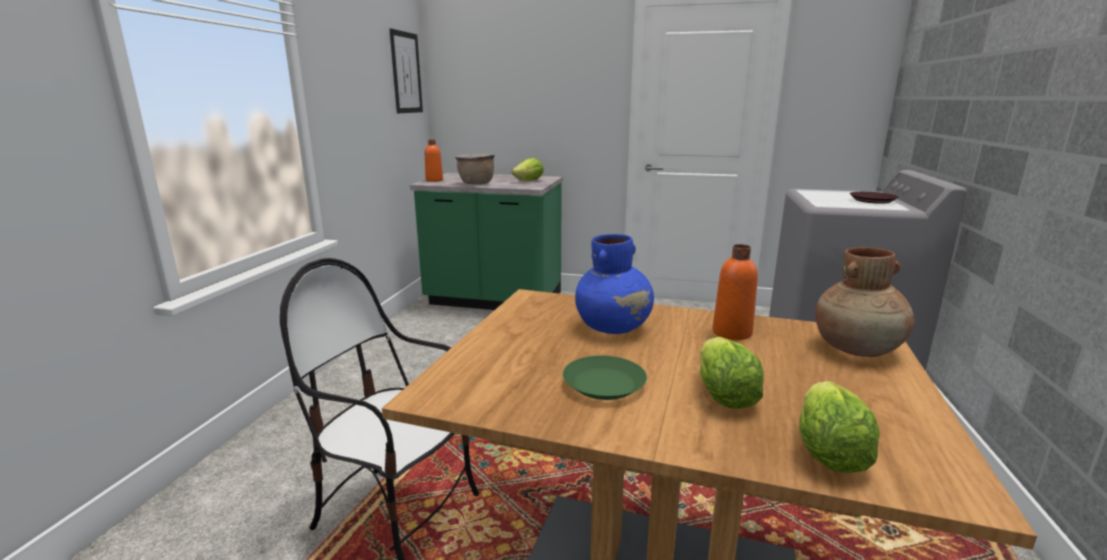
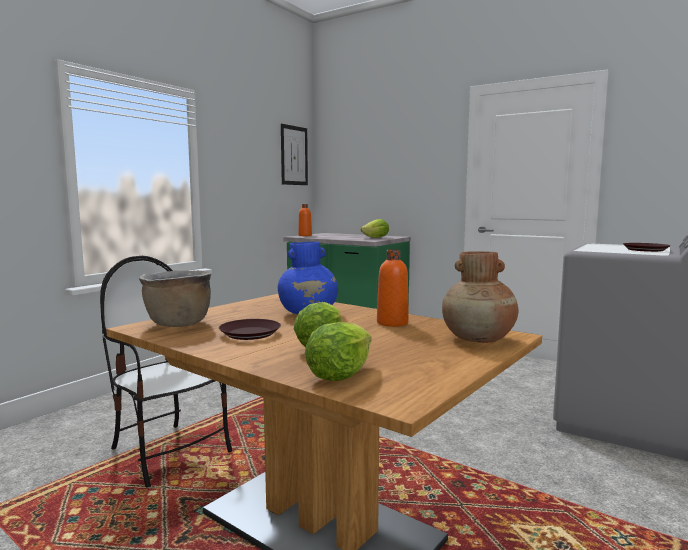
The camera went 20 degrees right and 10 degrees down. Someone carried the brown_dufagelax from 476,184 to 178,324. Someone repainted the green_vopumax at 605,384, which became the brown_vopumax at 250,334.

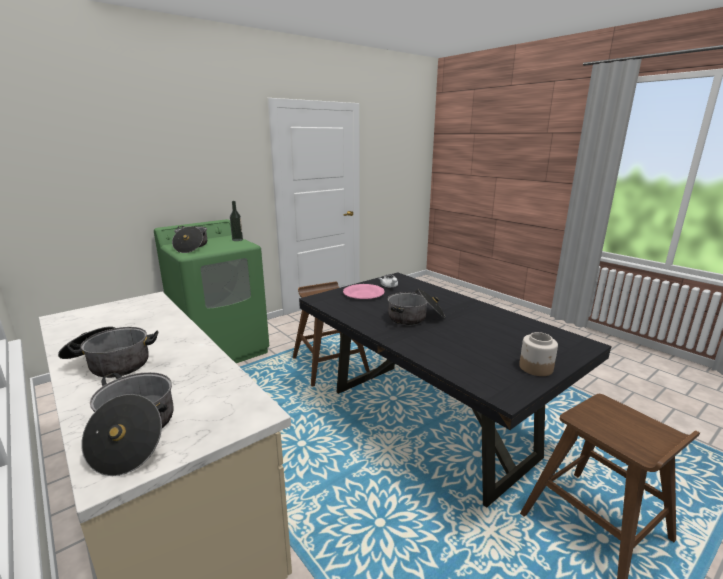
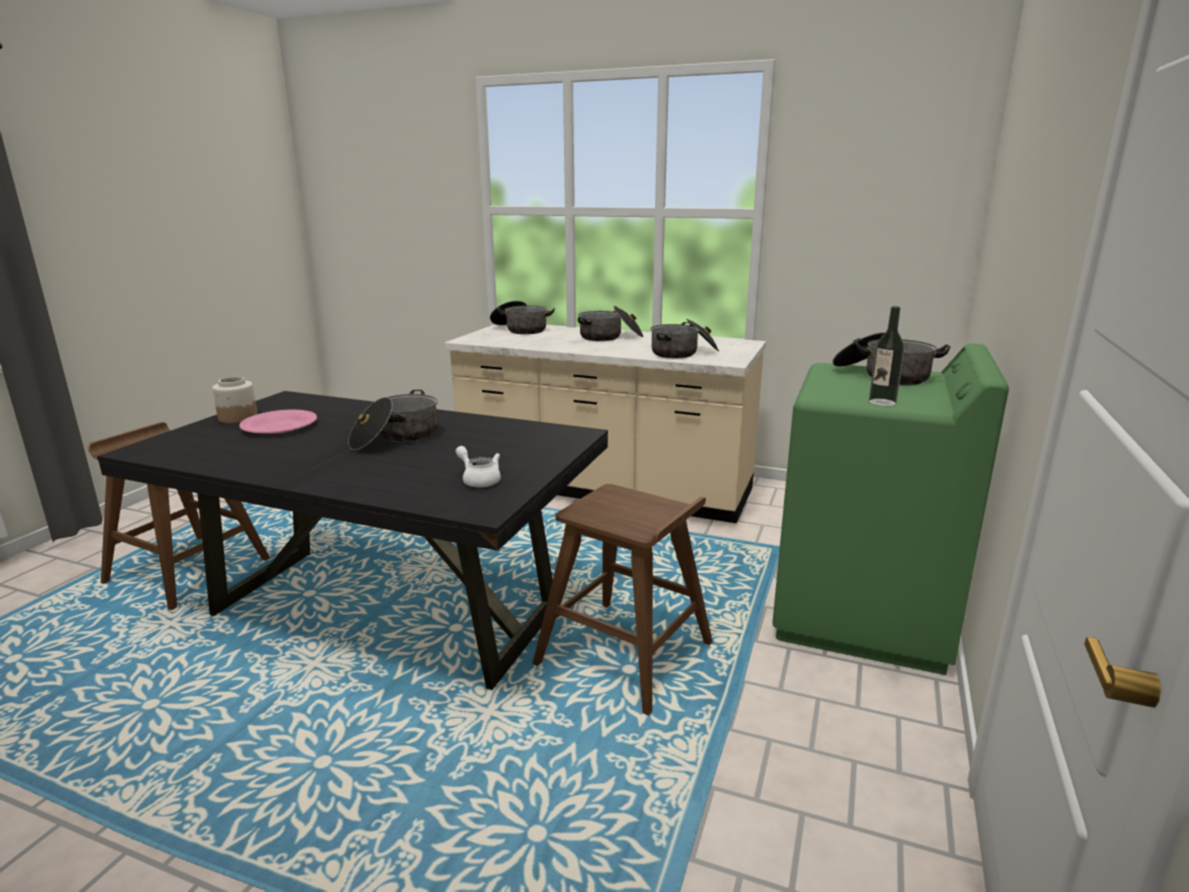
The camera went 150 degrees right and 0 degrees up. Someone carried the pink_vopumax from 364,294 to 279,426. Someone put down the dufagelax at 684,353.

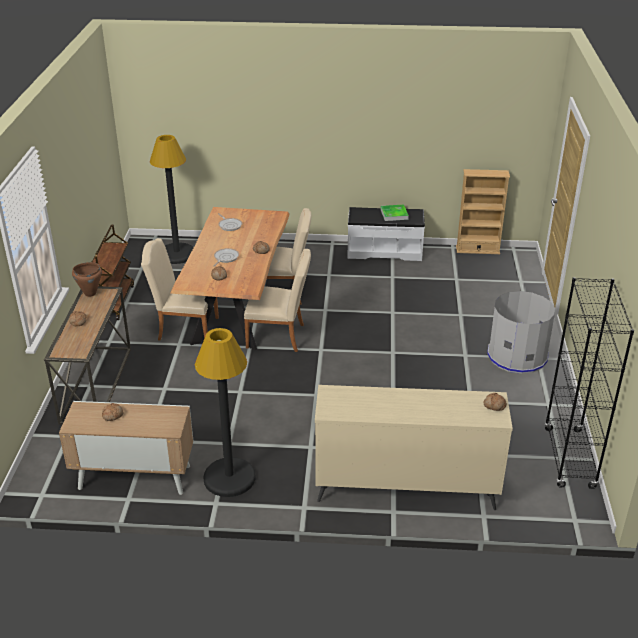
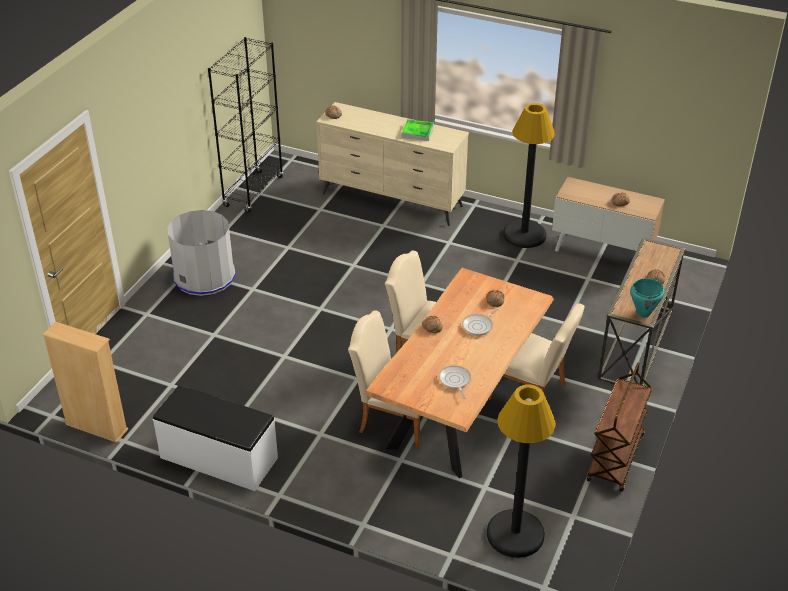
The camera went 160 degrees left and 5 degrees up. Someone carried the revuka from 394,214 to 417,132. Someone repainted the brown_dufagelax at 90,293, which became the turquoise_dufagelax at 643,313.

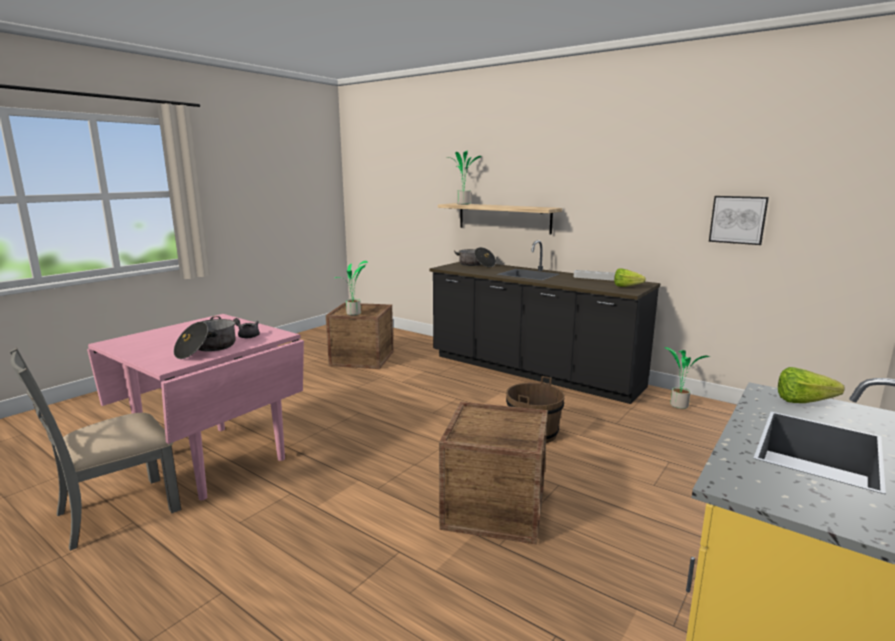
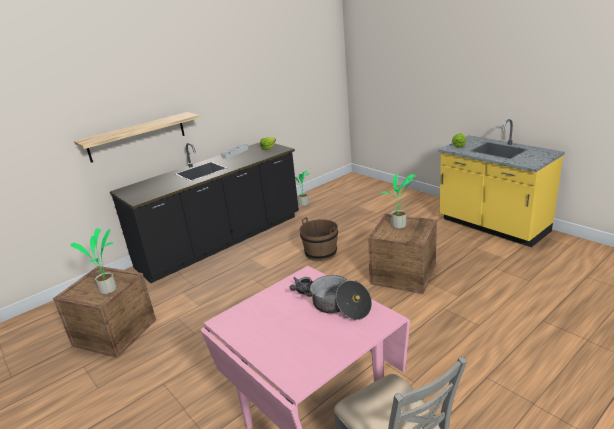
The camera went 75 degrees left and 10 degrees up. Someone carried the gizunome from 462,204 to 399,226. Someone took away the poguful at 738,219. Someone took away the dufagelax at 476,264.

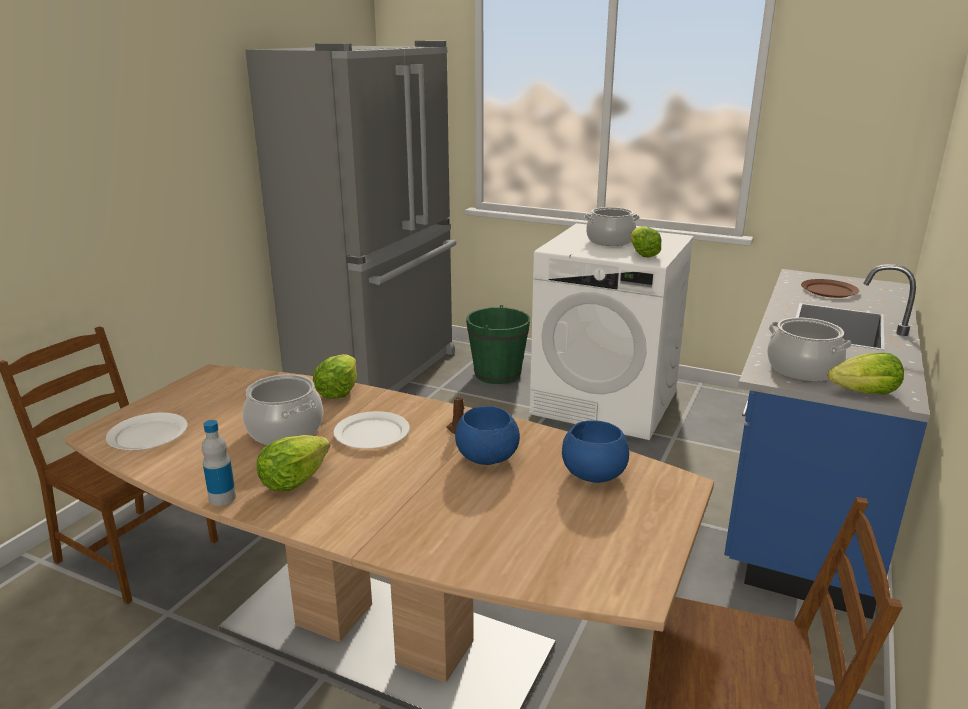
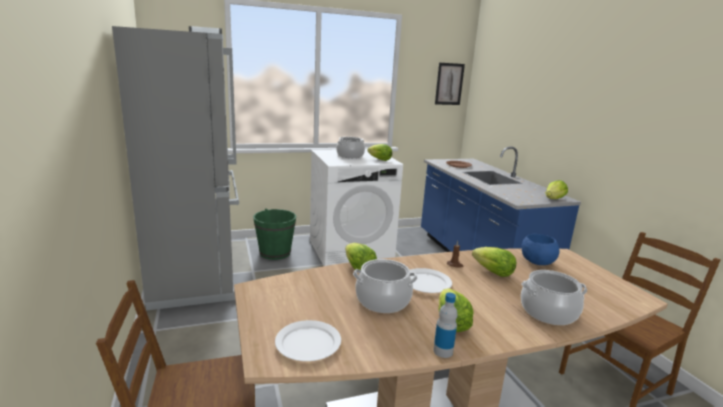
The camera went 45 degrees left and 5 degrees down. Someone carried the dufagelax from 802,369 to 548,312. Someone swapped the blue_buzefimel at 486,458 for the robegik at 493,272. Someone put up the poguful at 449,84.

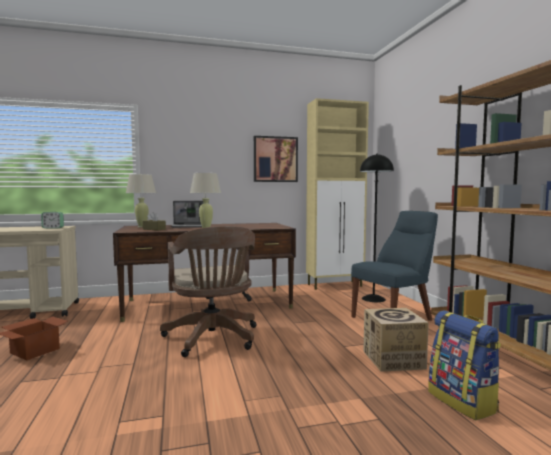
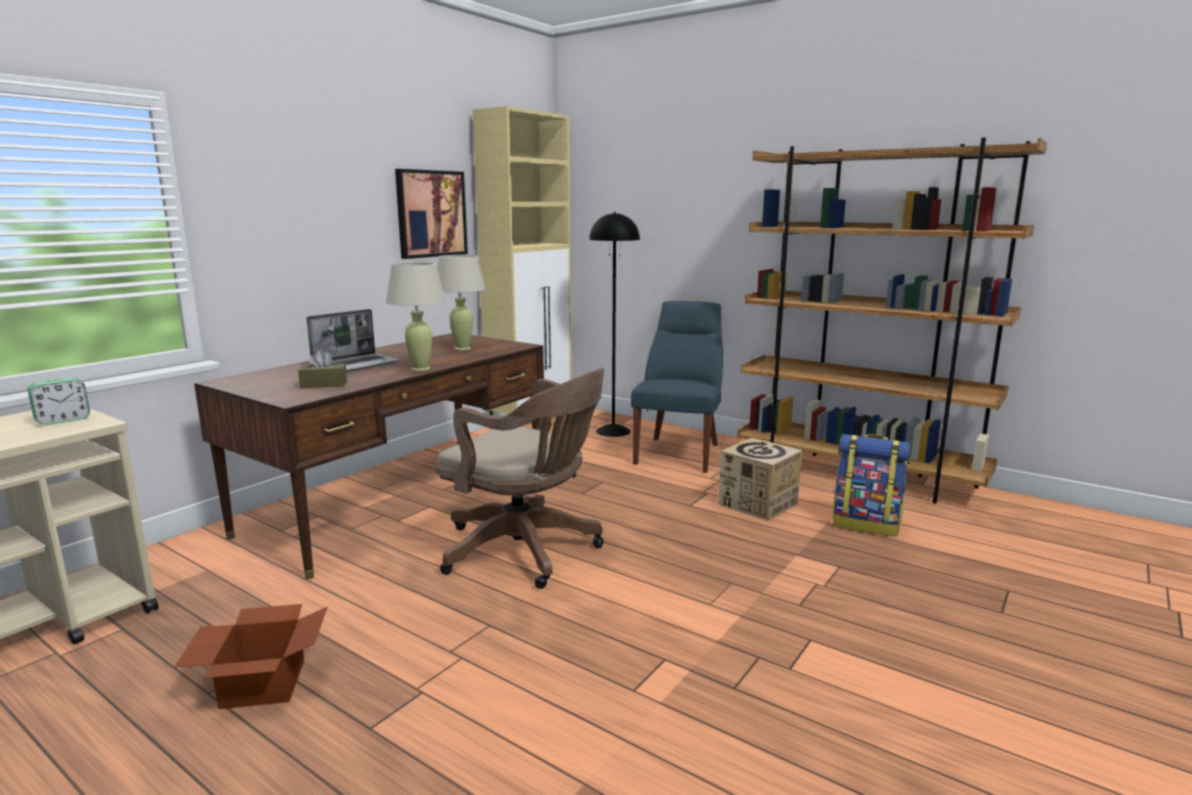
The camera went 40 degrees left and 10 degrees up. Someone carried the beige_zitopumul from 142,227 to 463,348.

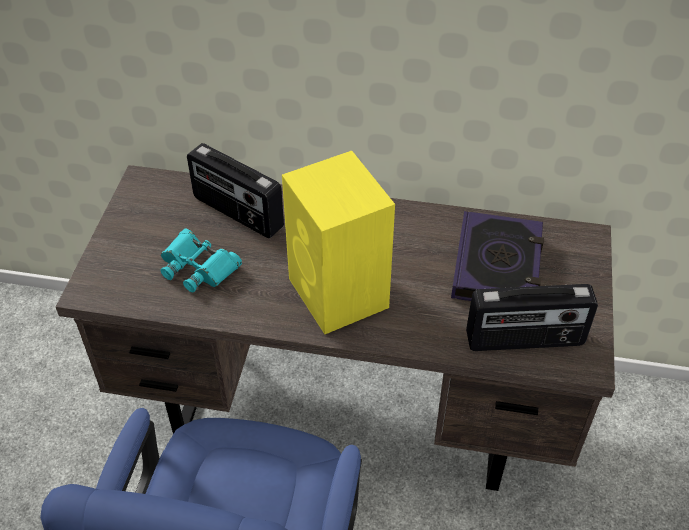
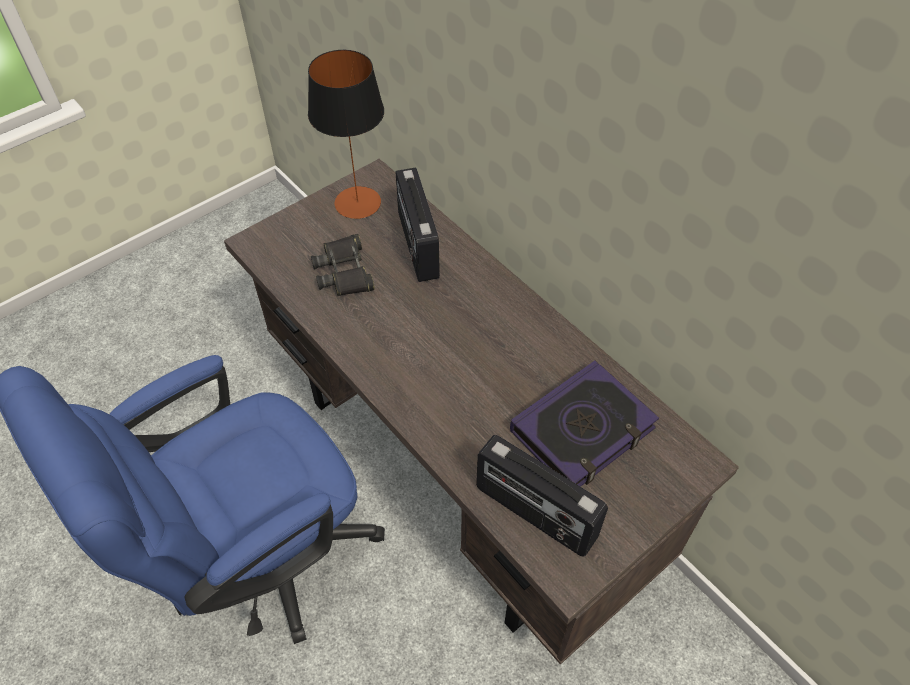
The camera went 40 degrees right and 5 degrees up. Someone took away the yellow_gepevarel at 339,295. Someone repainted the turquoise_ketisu at 198,267, which became the black_ketisu at 344,272. Someone put down the zitopumul at 357,203.

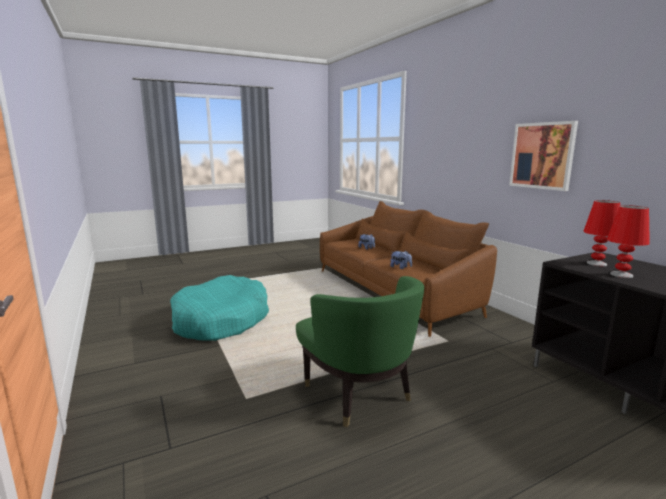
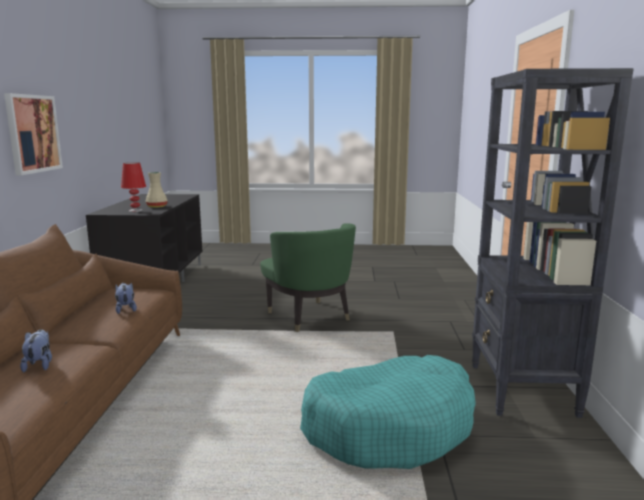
The camera went 150 degrees left and 0 degrees up. Someone swapped the red_zitopumul at 621,275 for the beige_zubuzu at 157,207. Someone rotated the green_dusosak at 358,394 by 150 degrees clockwise. Someone put down the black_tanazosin at 522,390.

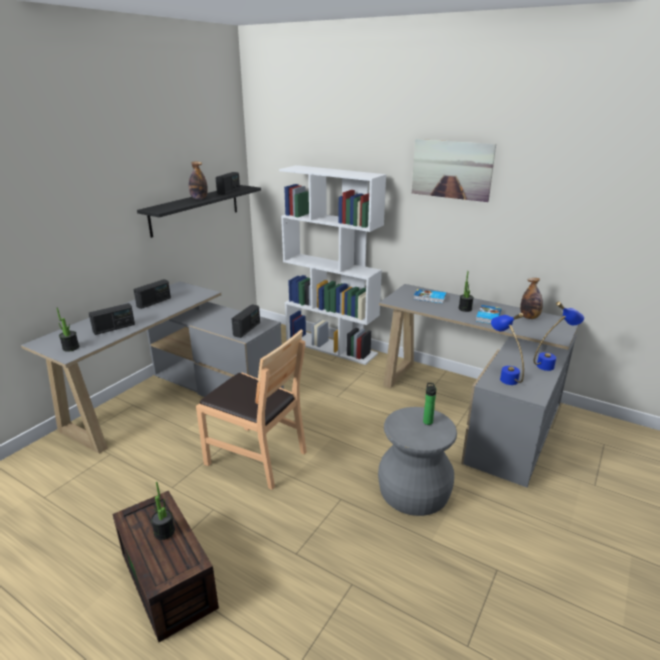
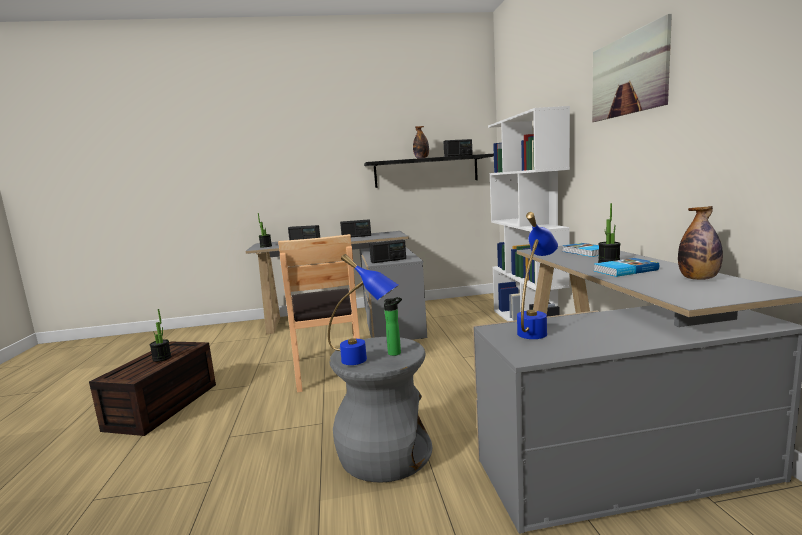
The camera went 50 degrees right and 15 degrees down. Someone carried the blue_zitopumul from 551,364 to 365,361.

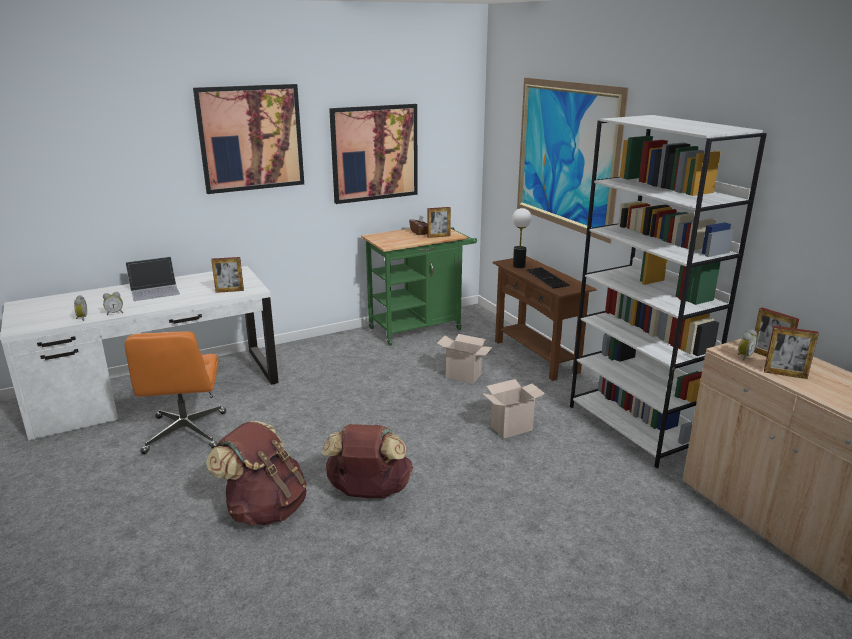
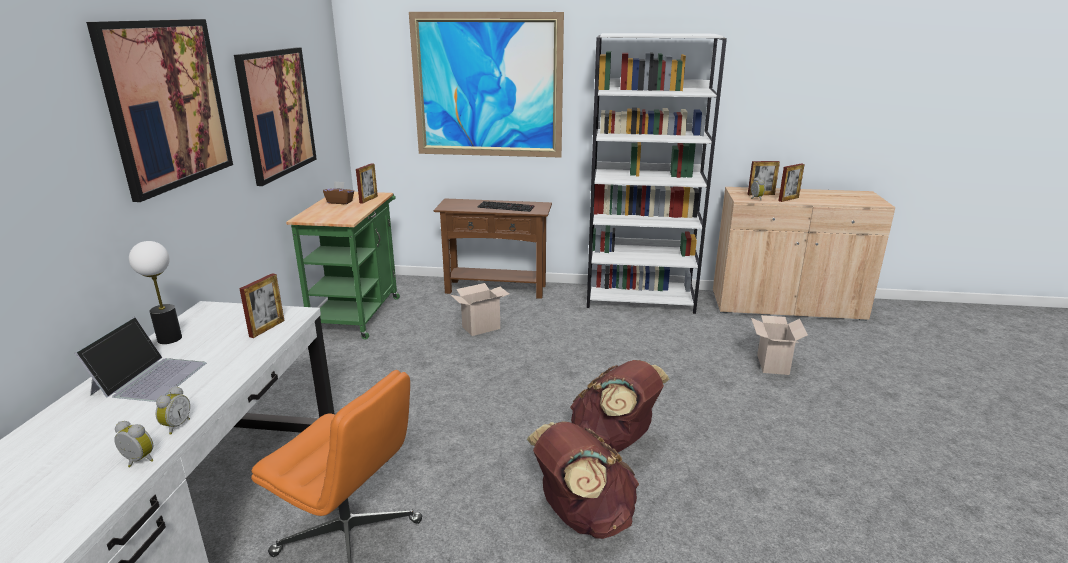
The camera went 55 degrees left and 0 degrees up. Someone carried the zitopumul from 518,266 to 169,339. Someone carried the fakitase from 511,427 to 771,364.

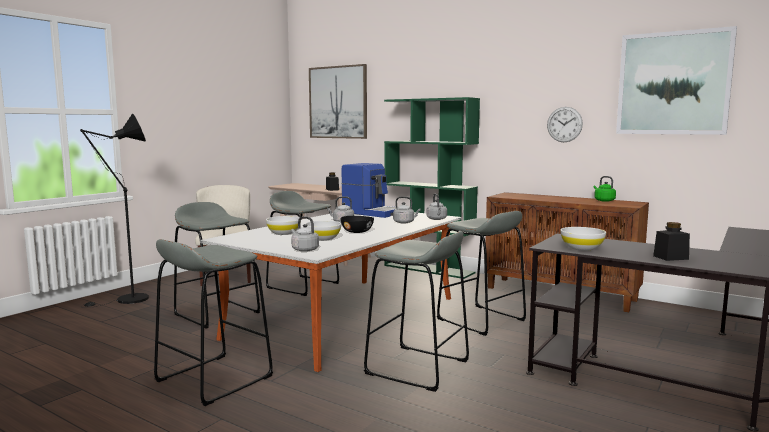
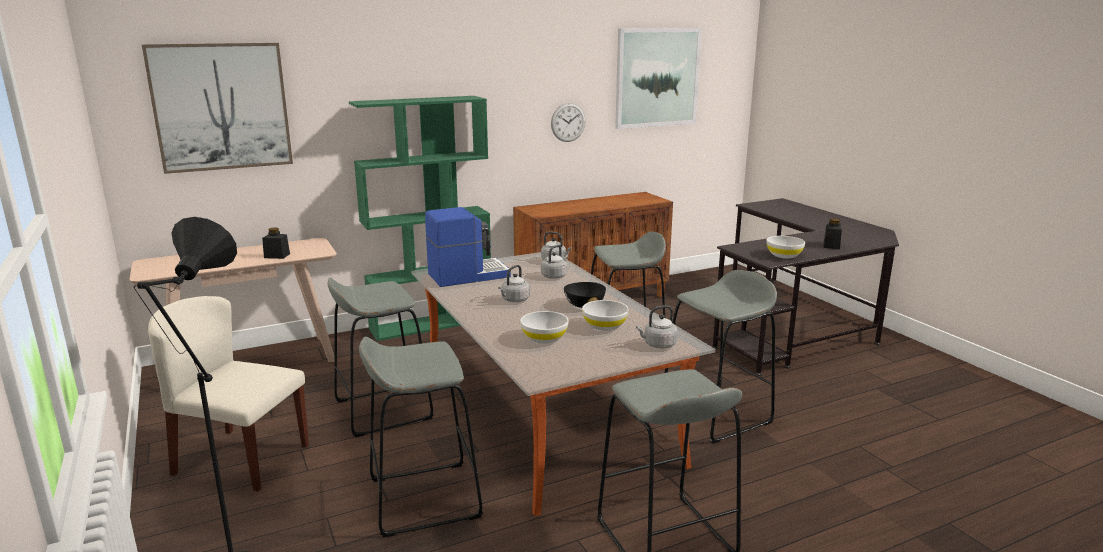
The camera went 60 degrees left and 10 degrees up. Someone took away the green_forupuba at 603,200.

